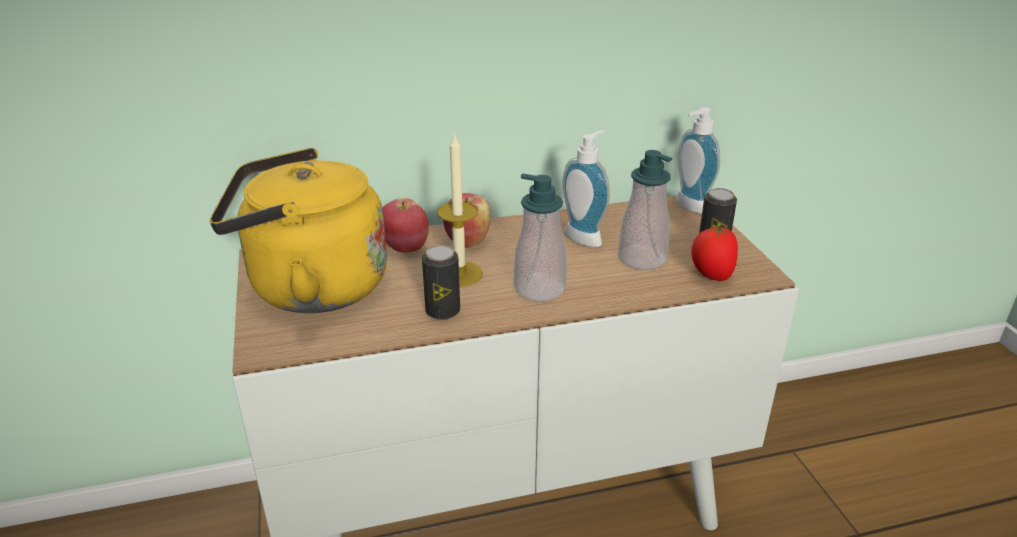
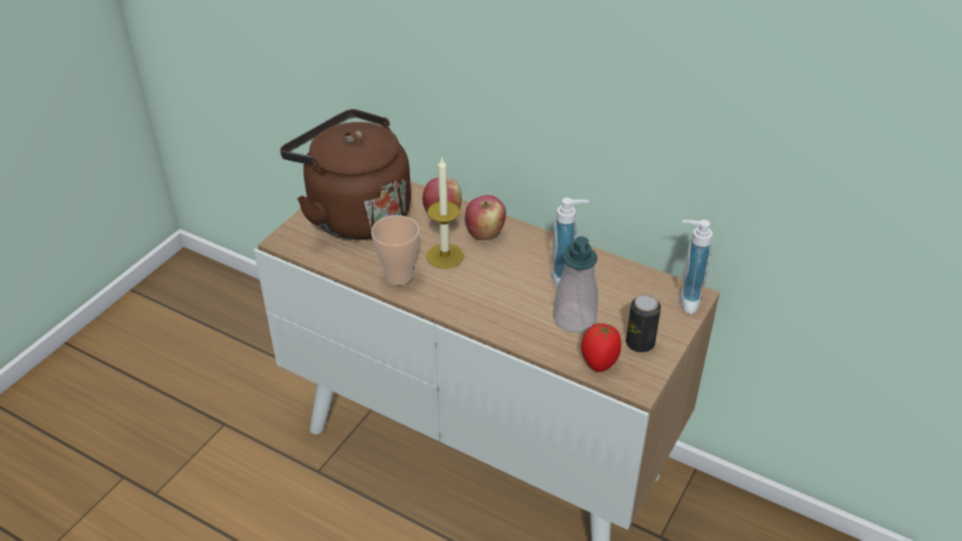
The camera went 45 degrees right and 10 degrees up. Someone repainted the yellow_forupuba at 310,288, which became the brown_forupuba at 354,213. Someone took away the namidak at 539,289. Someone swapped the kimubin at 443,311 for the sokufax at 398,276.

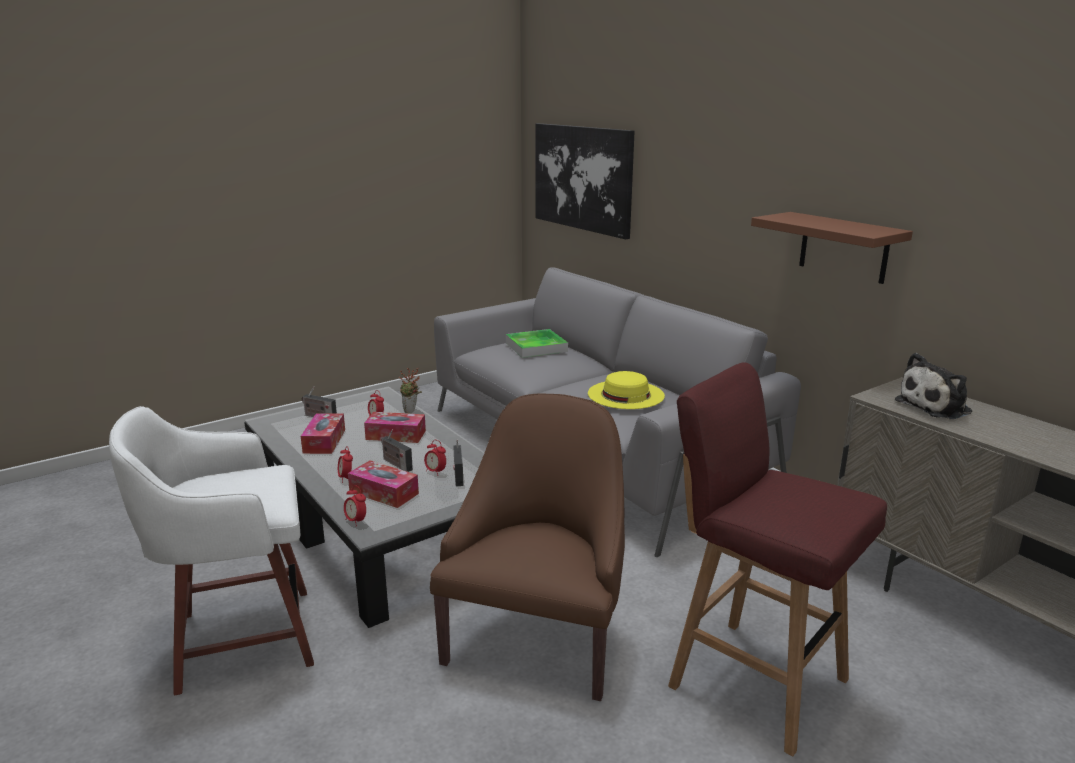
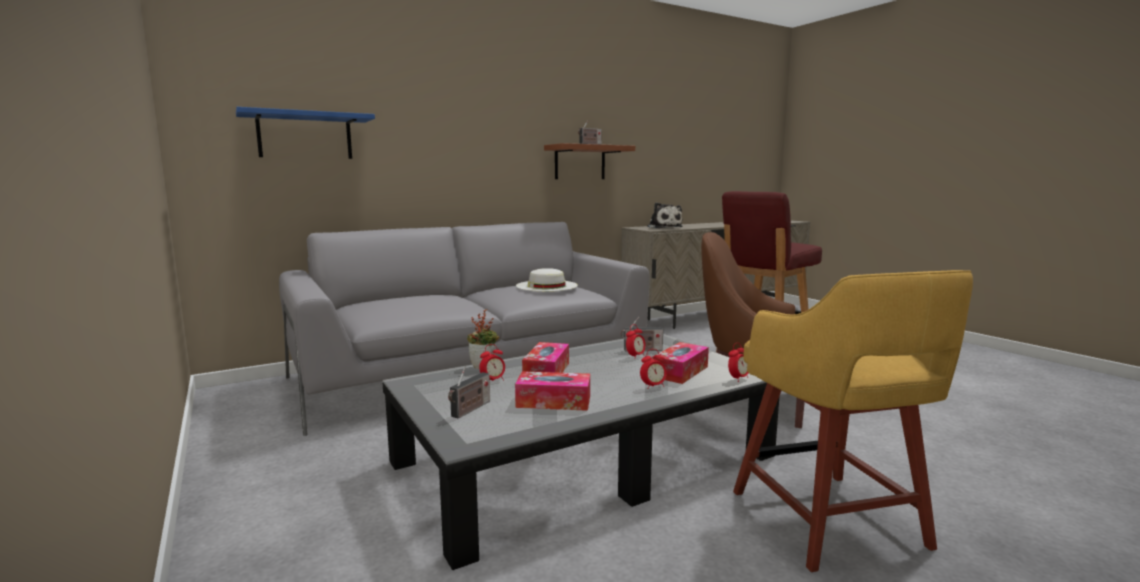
The camera went 85 degrees left and 10 degrees down. Someone swapped the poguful at 582,178 for the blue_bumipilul at 305,136. Someone took away the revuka at 536,347. Someone repainted the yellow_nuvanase at 625,394, which became the white_nuvanase at 546,286. Someone repainted the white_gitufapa at 239,639, which became the yellow_gitufapa at 830,522. Someone carried the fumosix from 396,464 to 589,144.

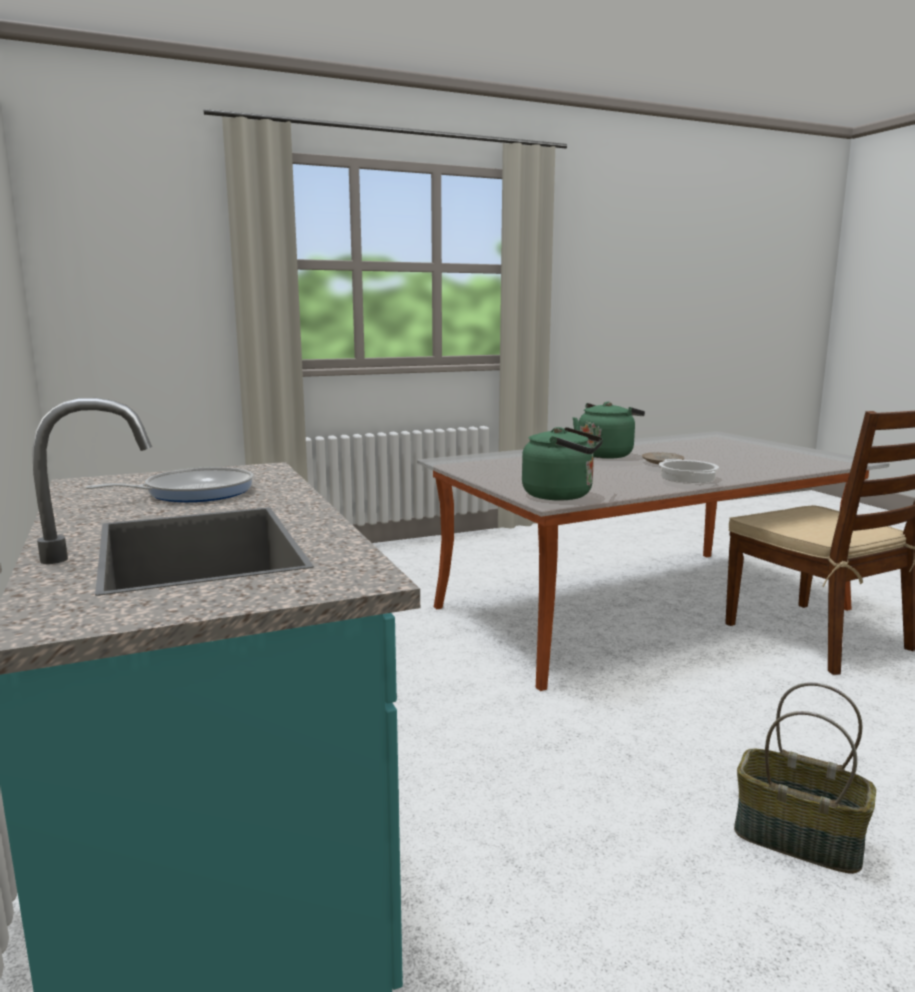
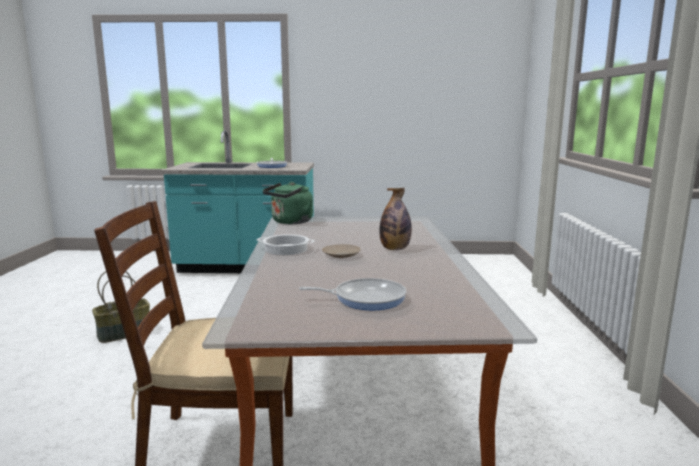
The camera went 115 degrees right and 0 degrees up. Someone swapped the green_forupuba at 606,454 for the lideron at 395,249. Someone put down the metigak at 365,298.

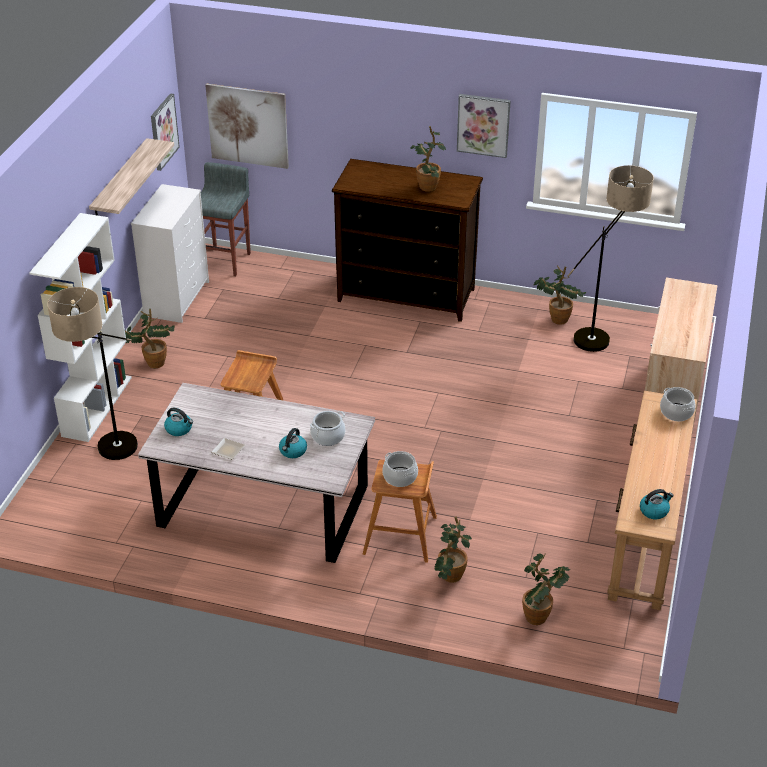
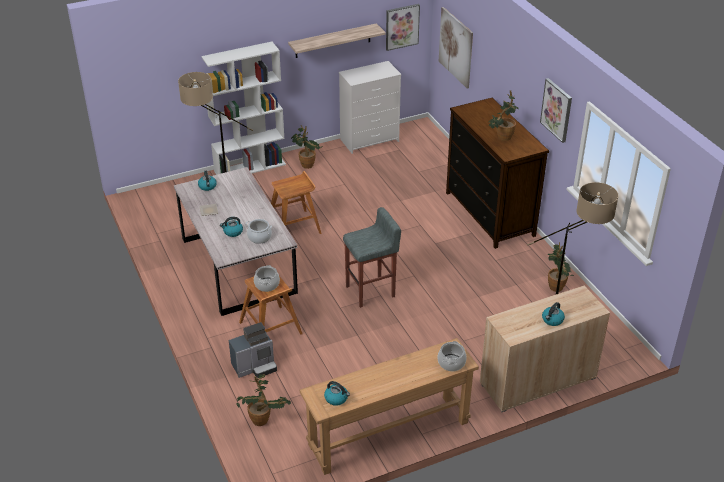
The camera went 50 degrees right and 0 degrees up. Someone carried the grey_gitufapa from 226,261 to 371,291. Someone swapped the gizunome at 449,578 for the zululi at 255,366. Someone put down the forupuba at 552,320.

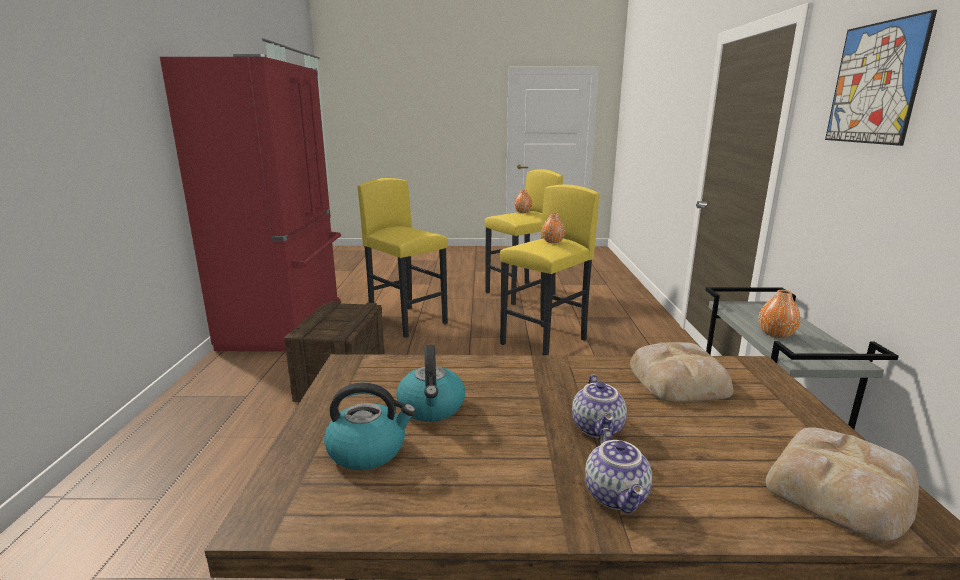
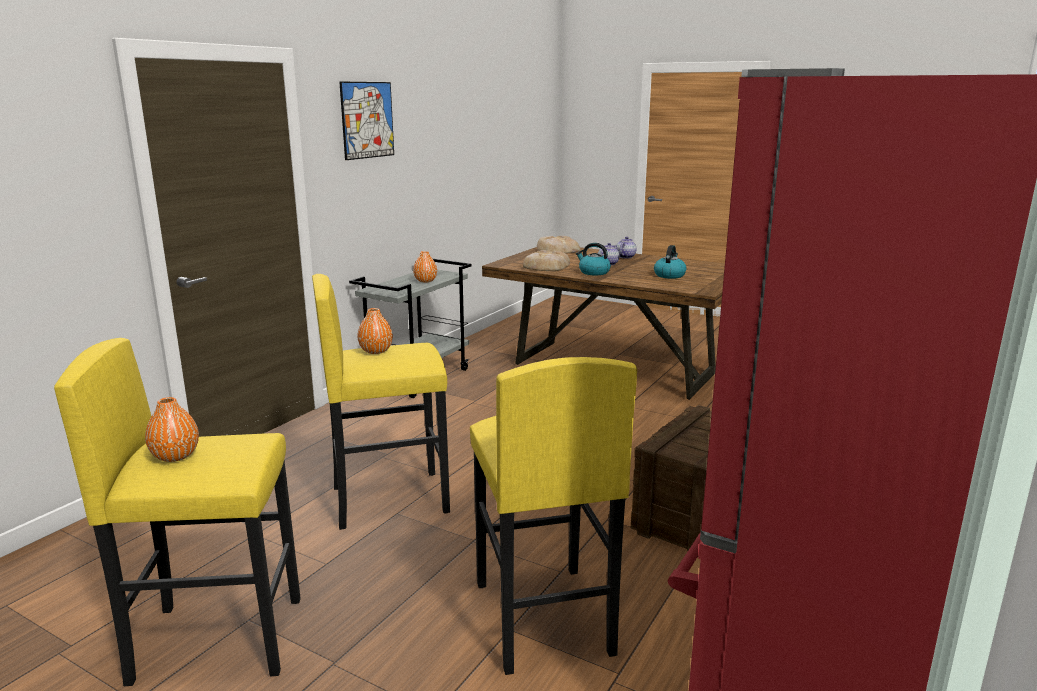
The camera went 150 degrees left and 0 degrees up. Someone carried the forupuba from 368,450 to 593,272.

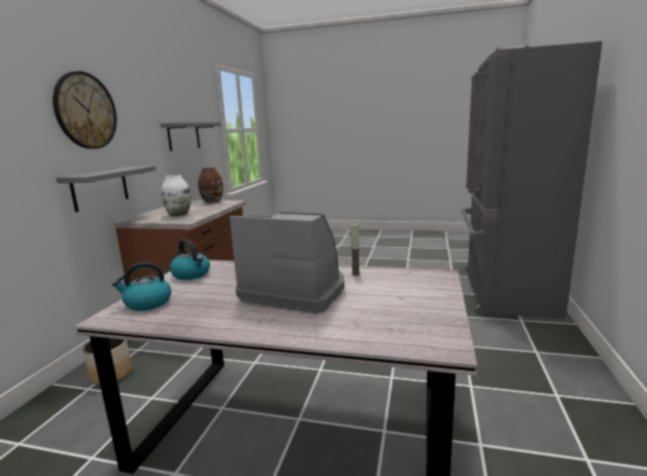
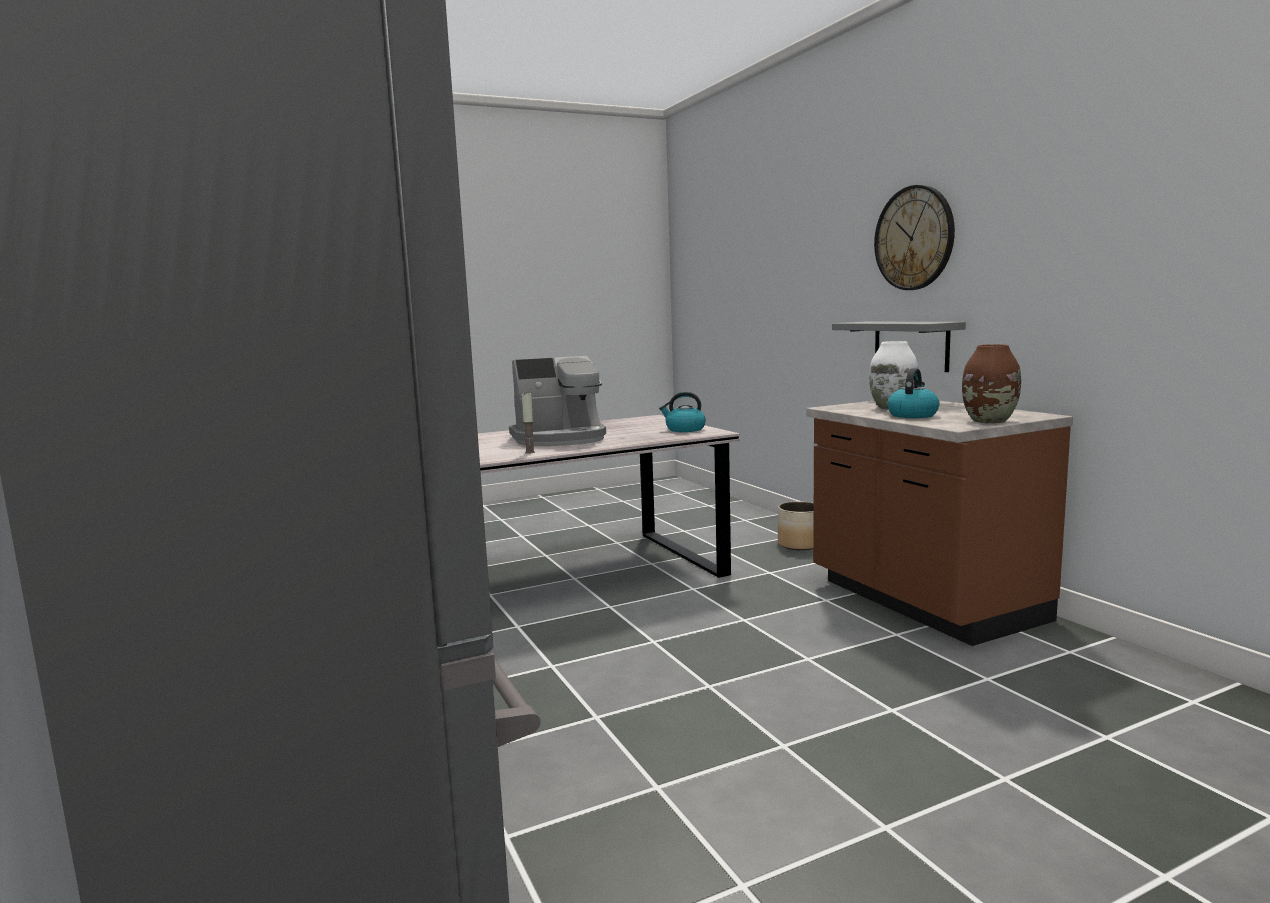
The camera went 140 degrees right and 5 degrees down. Someone took away the grey_bumipilul at 183,136. Someone carried the forupuba from 147,303 to 912,415.

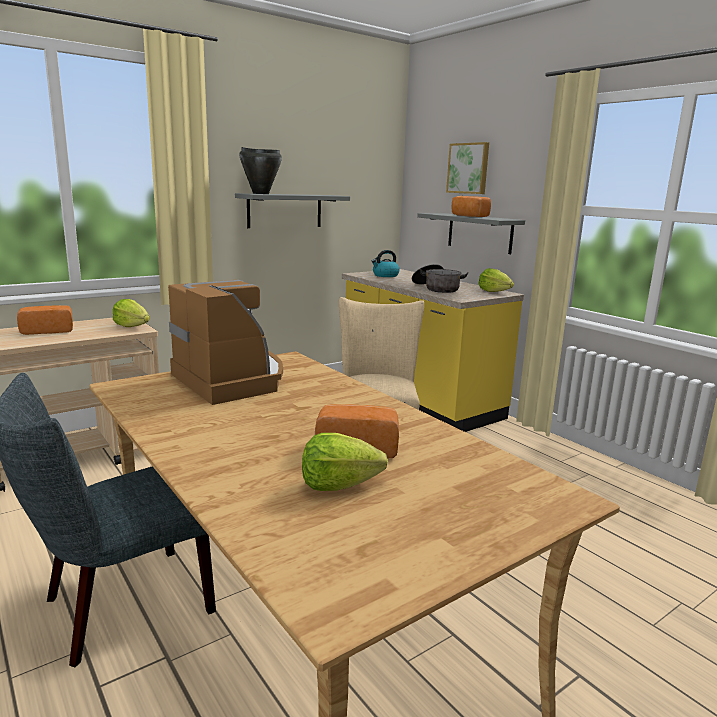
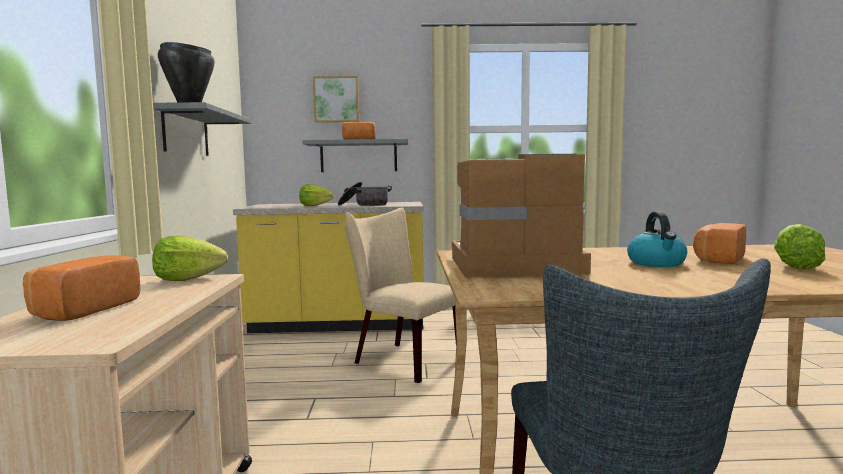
The camera went 55 degrees left and 10 degrees down. Someone carried the forupuba from 385,275 to 657,263. Someone carried the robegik from 493,291 to 314,205.

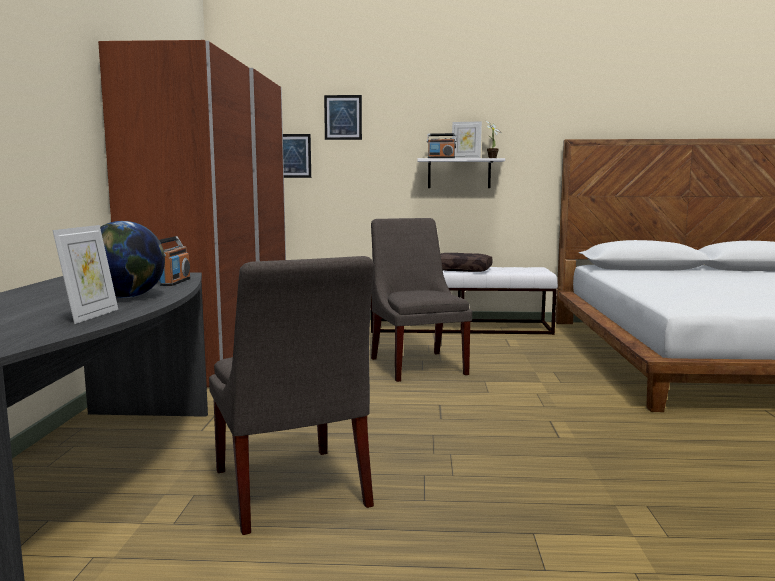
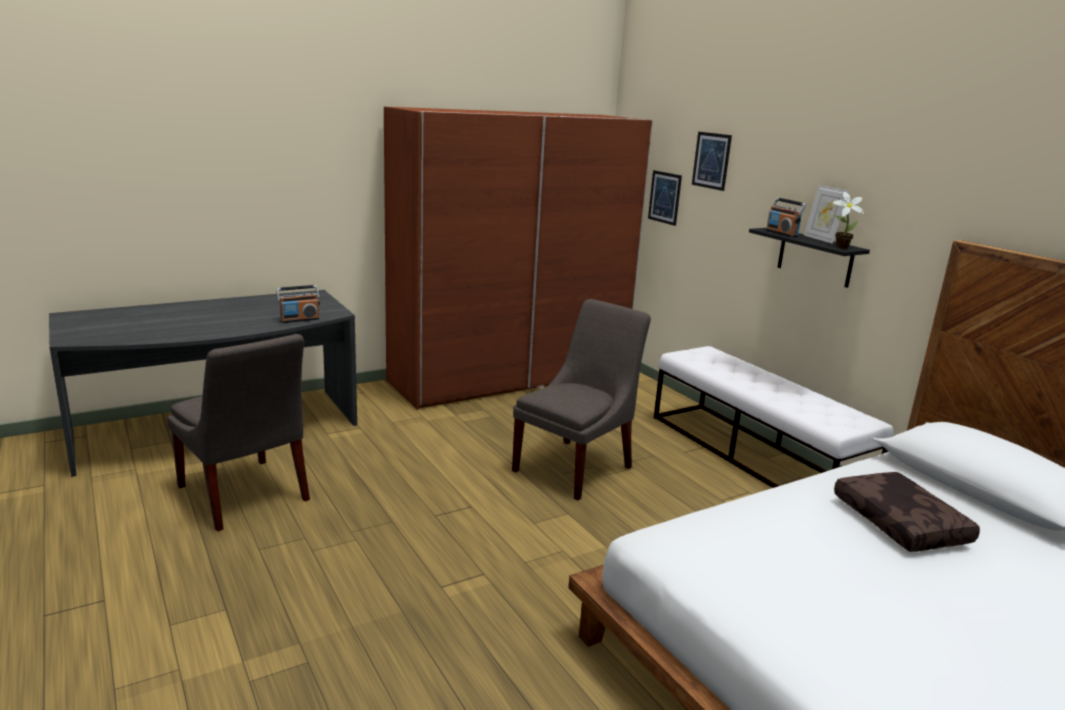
The camera went 55 degrees right and 10 degrees up. Someone repainted the white_bumipilul at 459,173, which became the black_bumipilul at 815,257. Someone took away the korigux at 127,297. Someone took away the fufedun at 90,316. Someone carried the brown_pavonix from 462,270 to 901,523. Someone rotated the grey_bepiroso at 291,491 by 75 degrees counterclockwise.

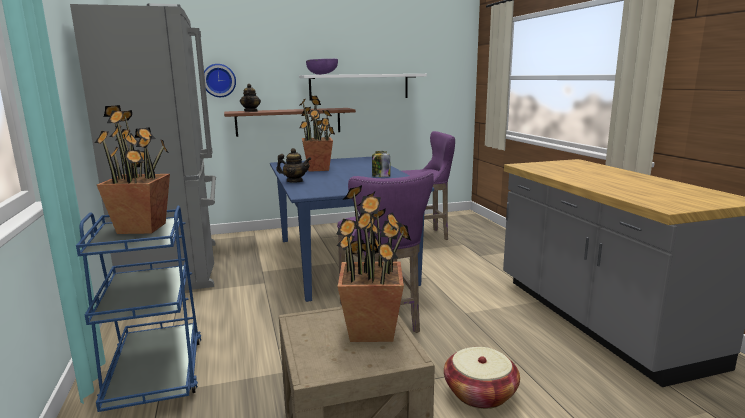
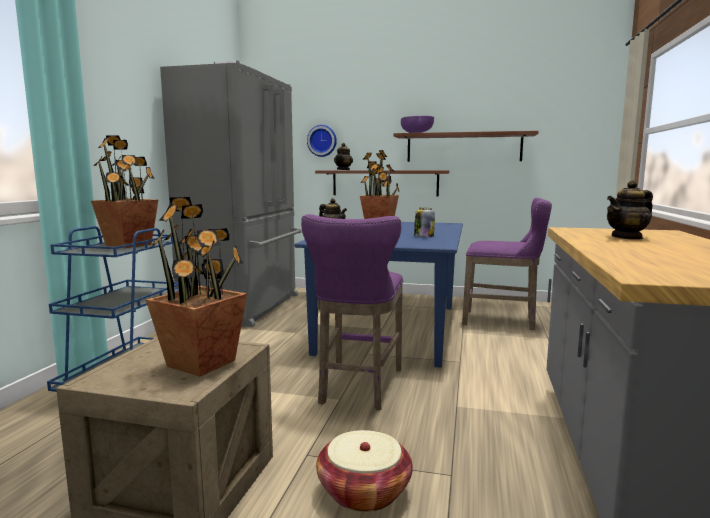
The camera went 30 degrees right and 5 degrees down. Someone repainted the white_bumipilul at 359,86, which became the brown_bumipilul at 463,147. Someone put down the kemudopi at 627,237.

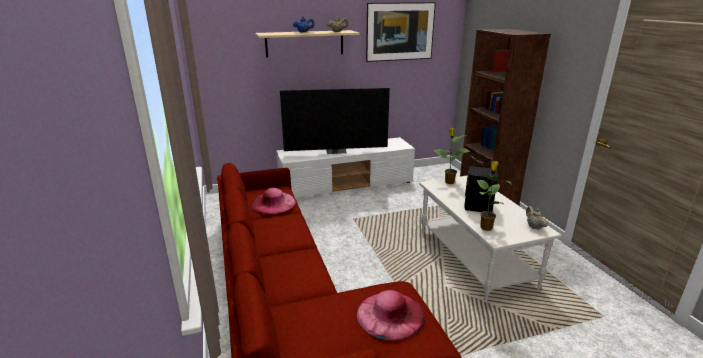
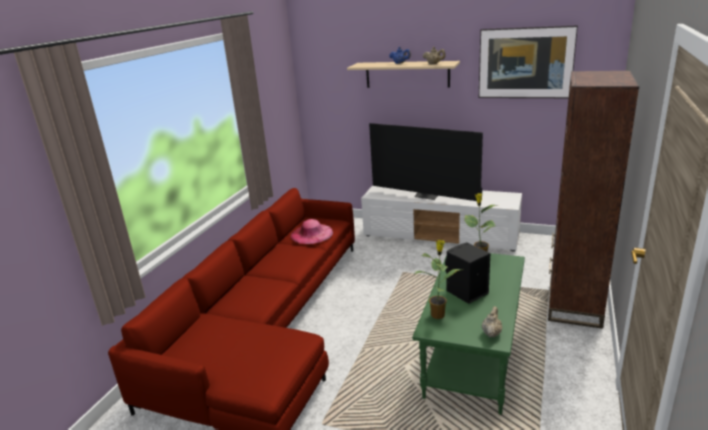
The camera went 40 degrees right and 0 degrees up. Someone repainted the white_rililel at 473,258, which became the green_rililel at 472,354. Someone took away the pink_nuvanase at 390,314.

